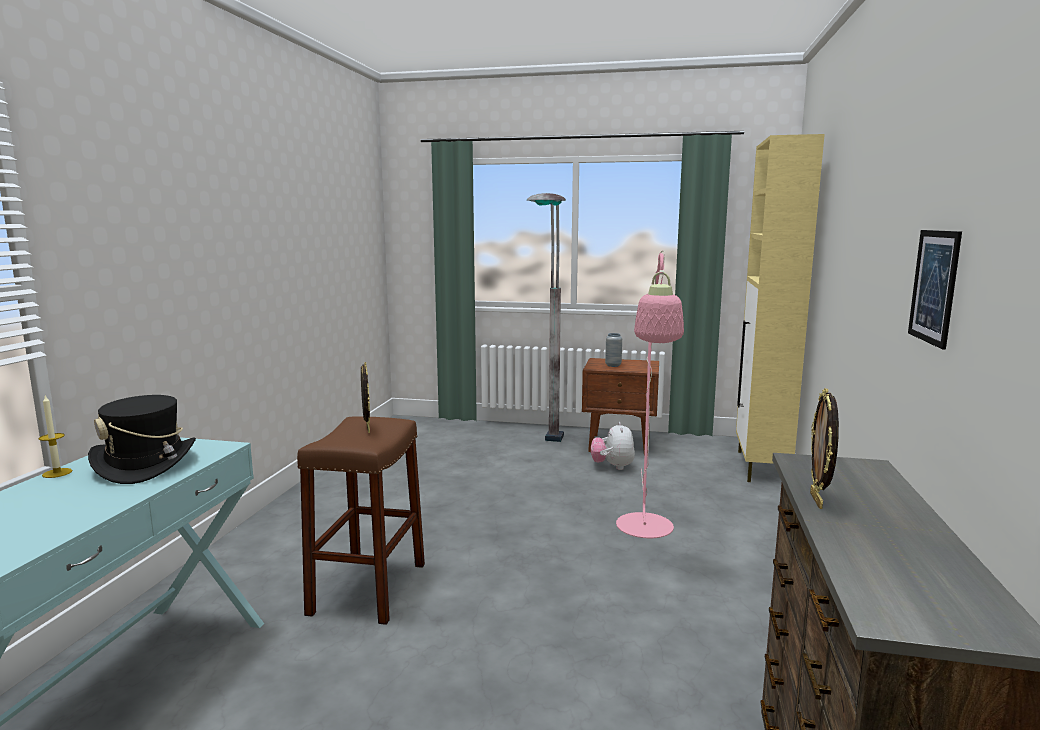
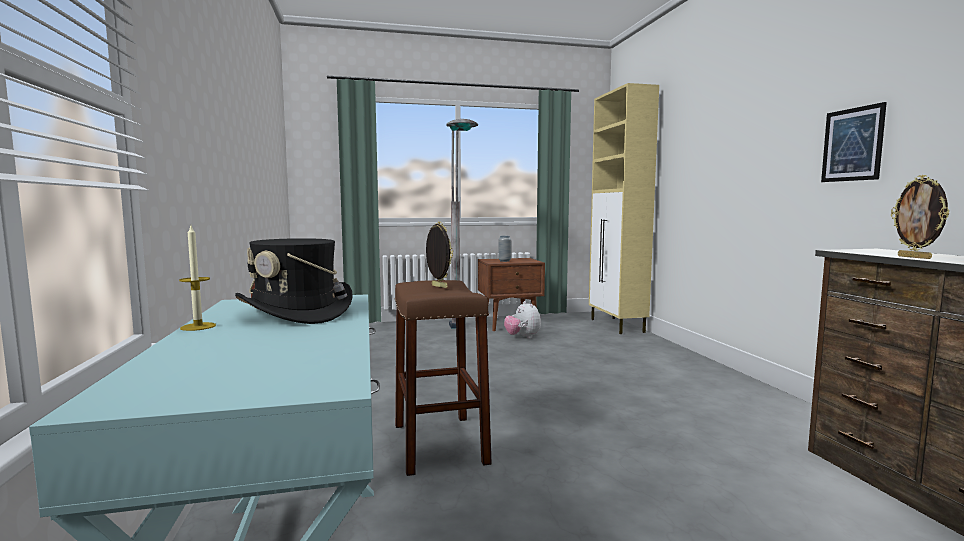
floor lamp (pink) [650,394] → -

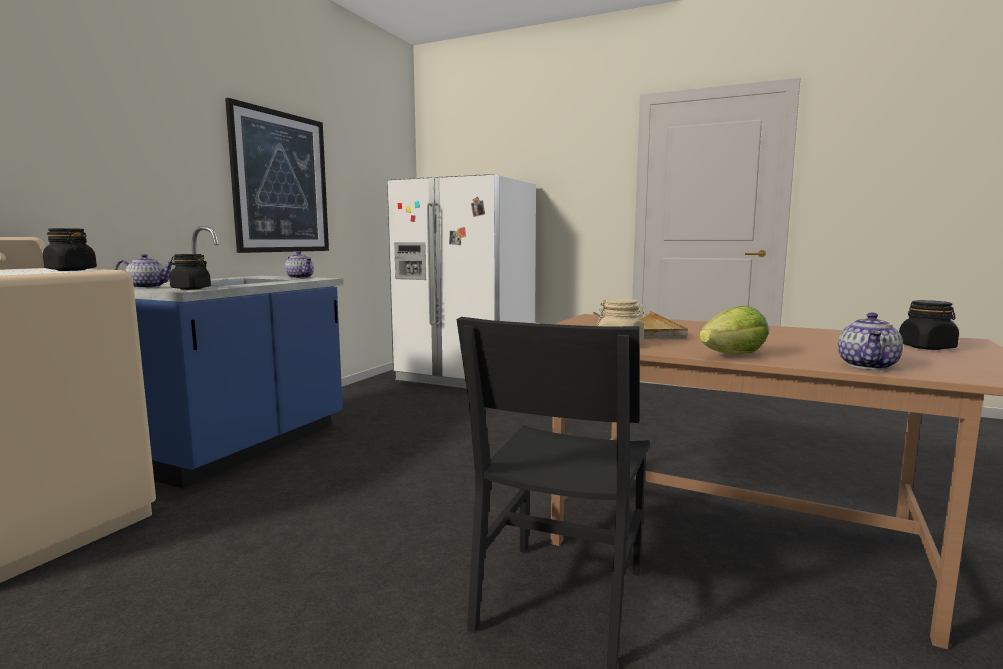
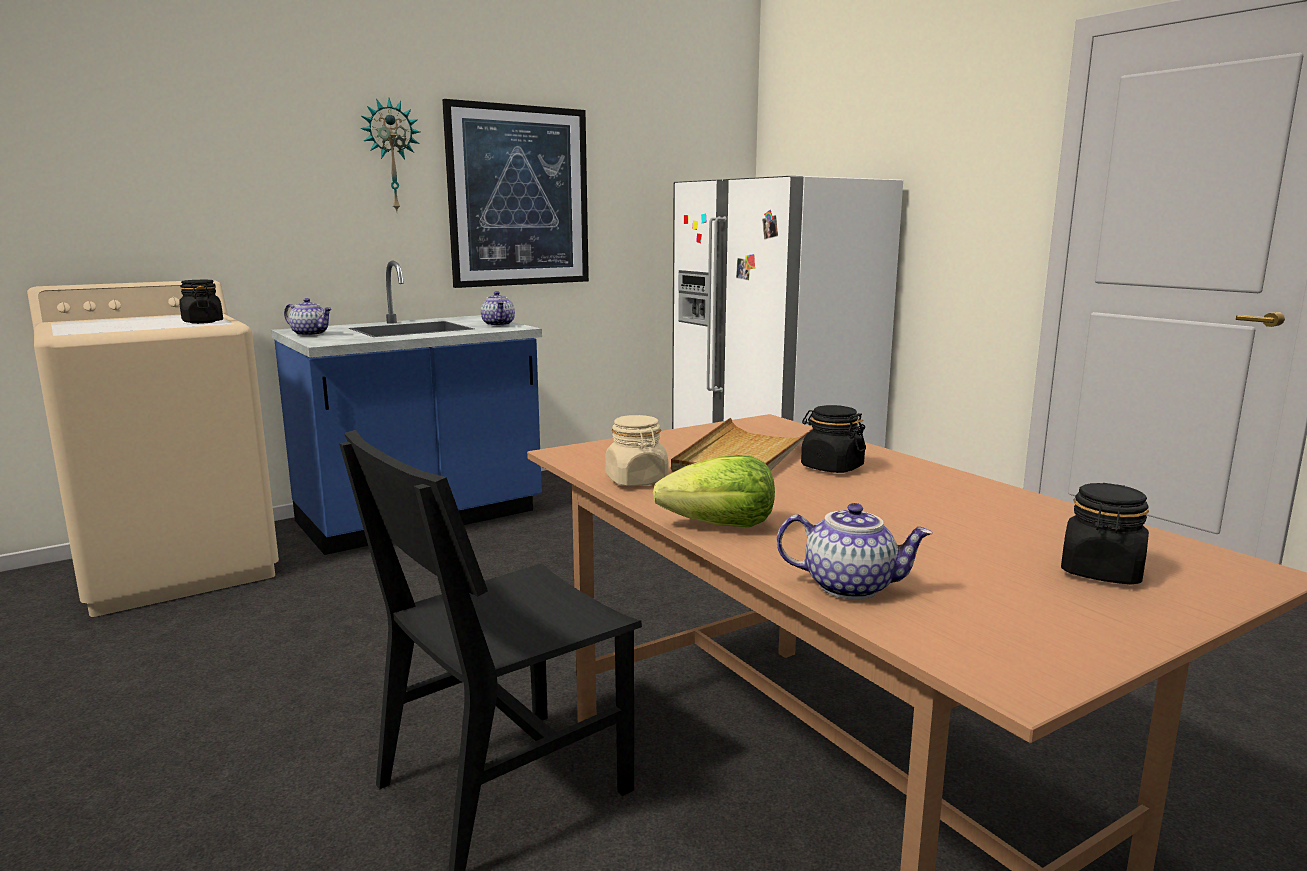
- → wall clock [390,154]
teapot [870,341] → teapot [855,551], 135 degrees counterclockwise
jar (black) [190,272] → jar (black) [833,439], move

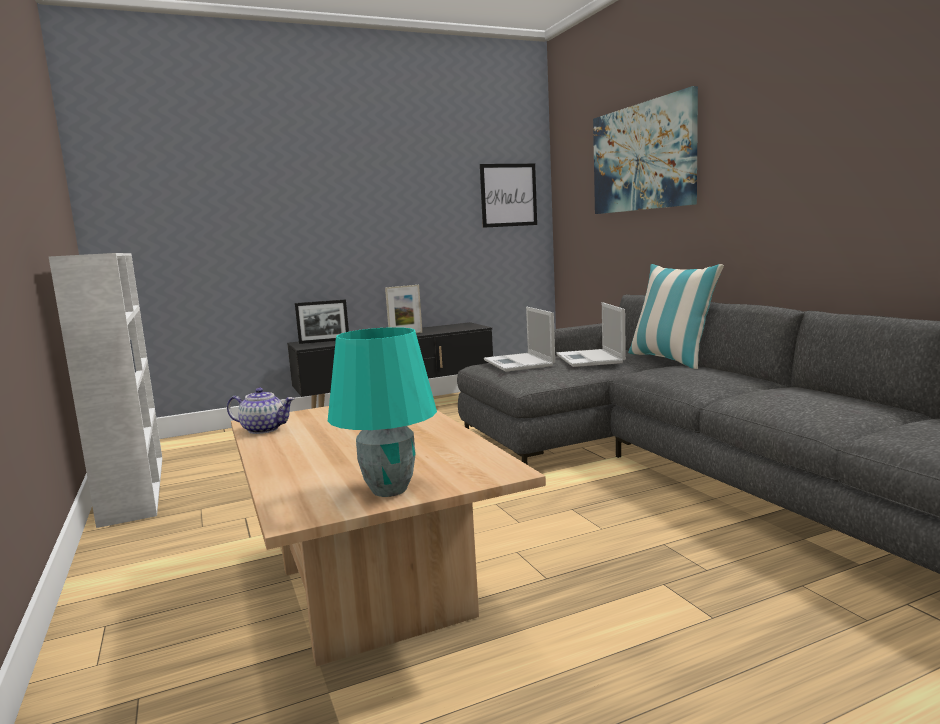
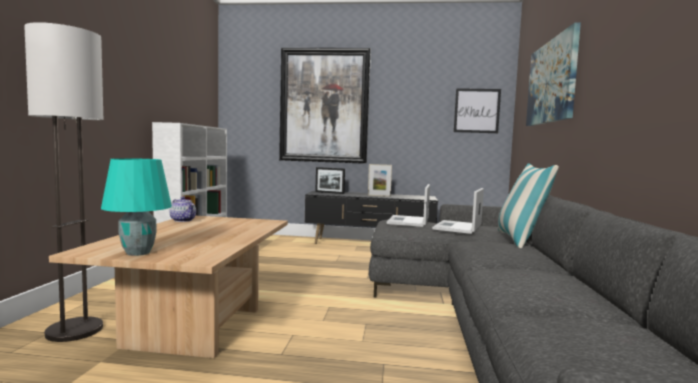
- → floor lamp [63,182]
- → picture [325,106]

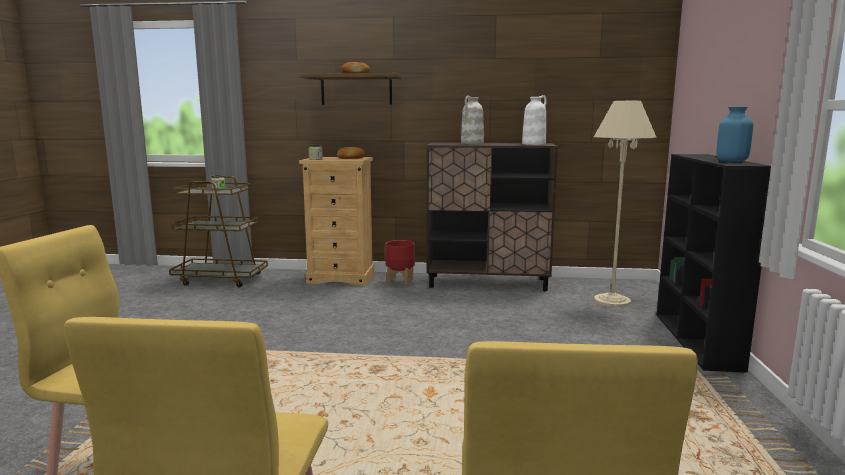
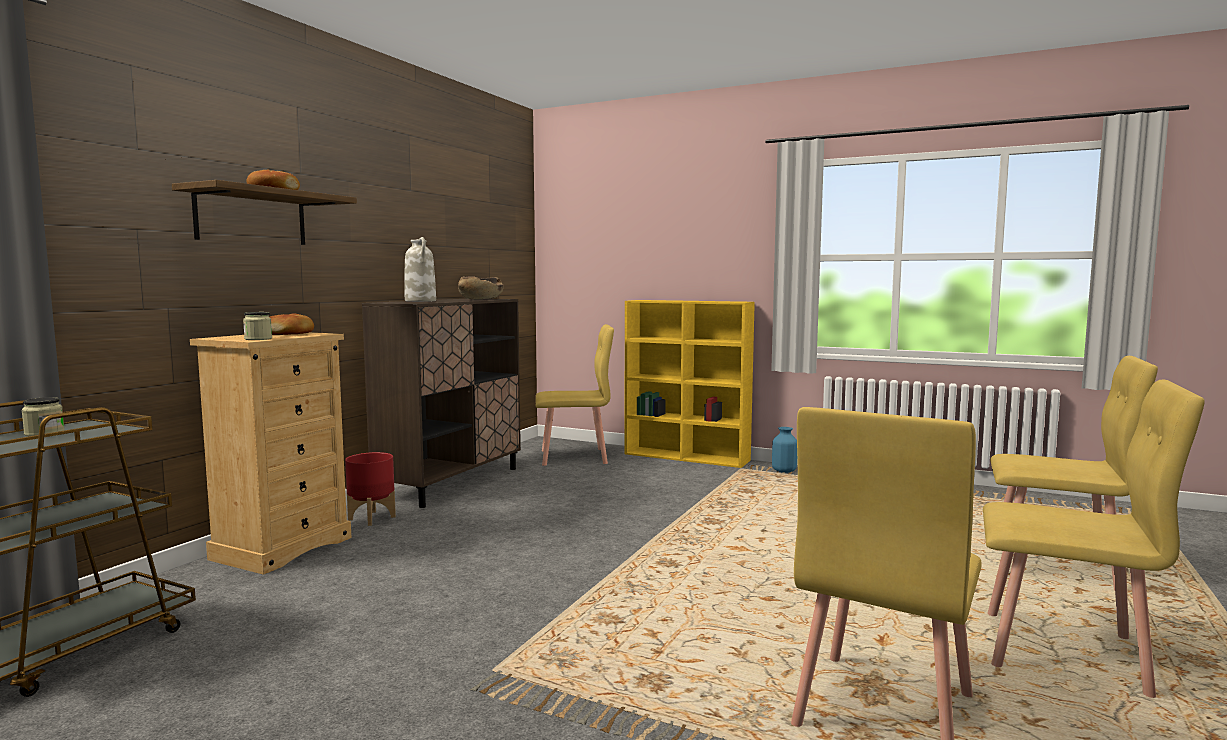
vase (white) [534,120] → bowl (brown) [481,287]
floor lamp (beige) [625,204] → chair (yellow) [575,395]
bookcase (black) [714,263] → bookcase (yellow) [689,384]
vase (blue) [734,134] → vase (blue) [784,450], move

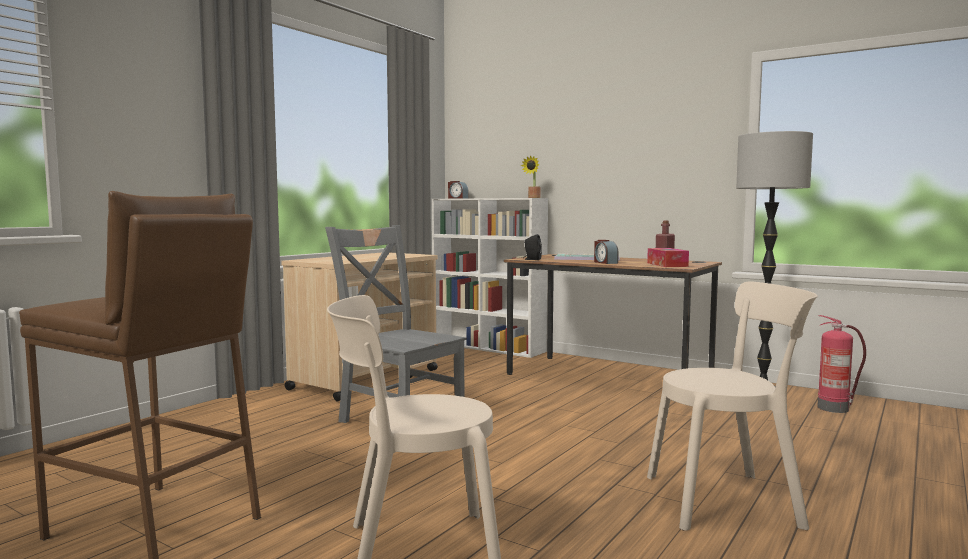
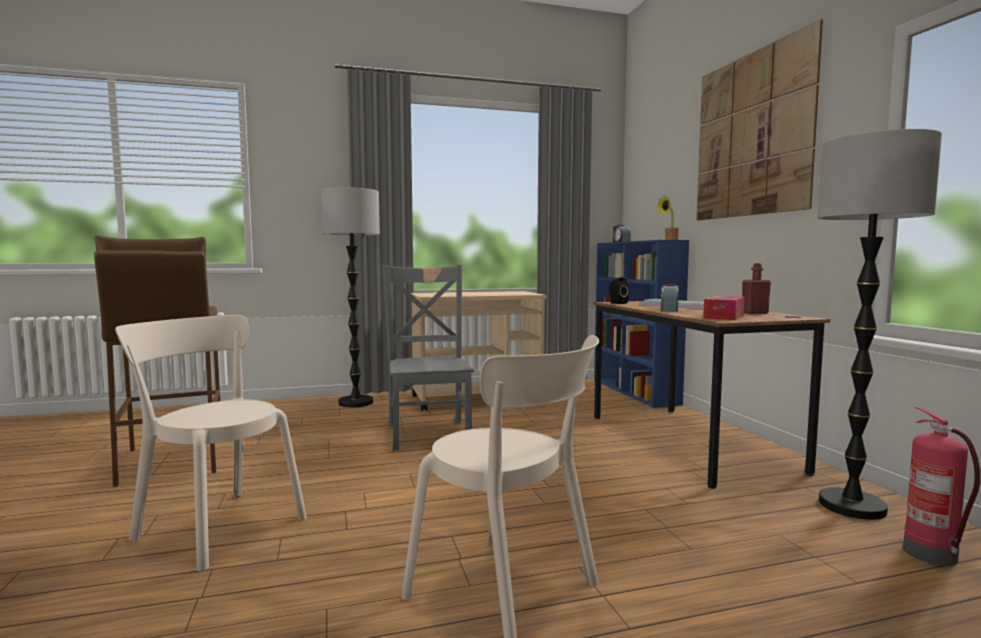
- → floor lamp [350,297]
bookcase (white) [490,278] → bookcase (blue) [641,324]
- → picture [759,119]

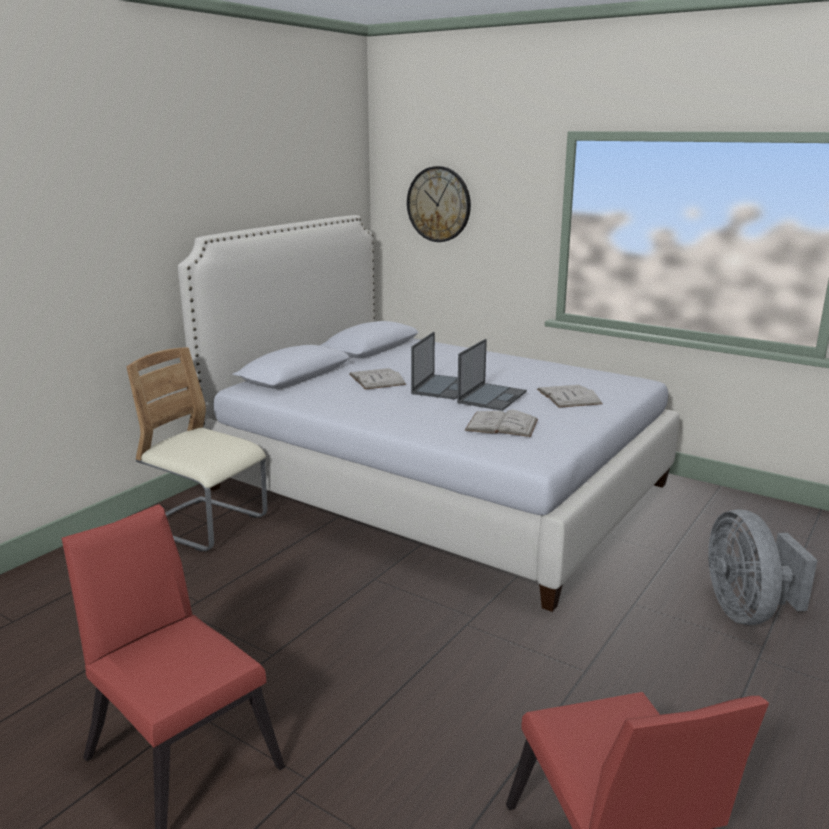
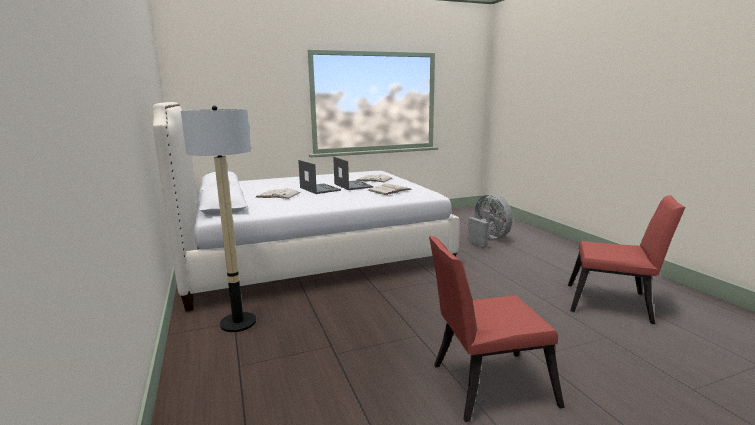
chair (beige) [196,449] → floor lamp [218,219]
fan (grey) [763,567] → fan (grey) [490,221], 150 degrees counterclockwise
wall clock [439,204] → -

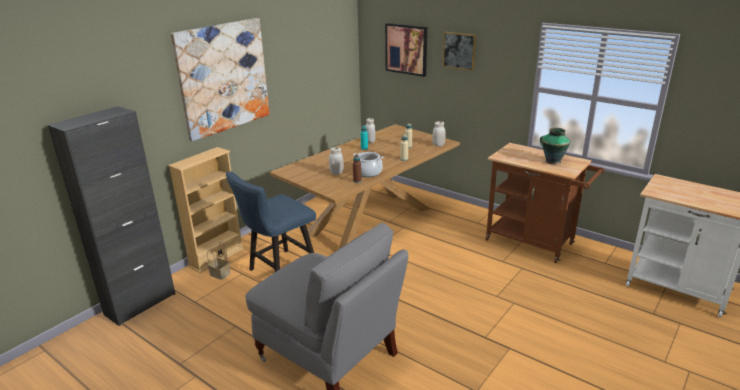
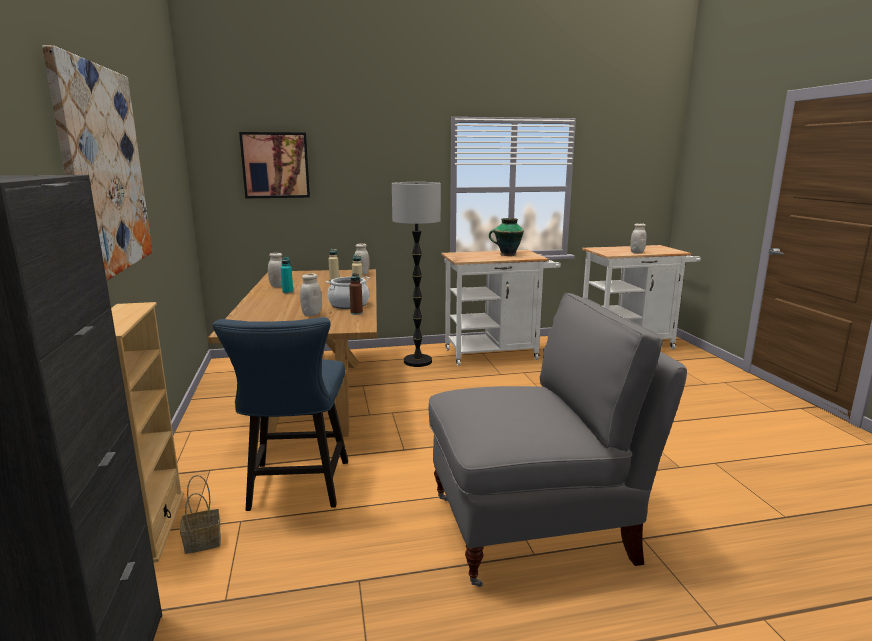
- → floor lamp [416,274]
cart (brown) [545,203] → cart (white) [501,308]
- → jar (white) [638,238]
picture [459,51] → -

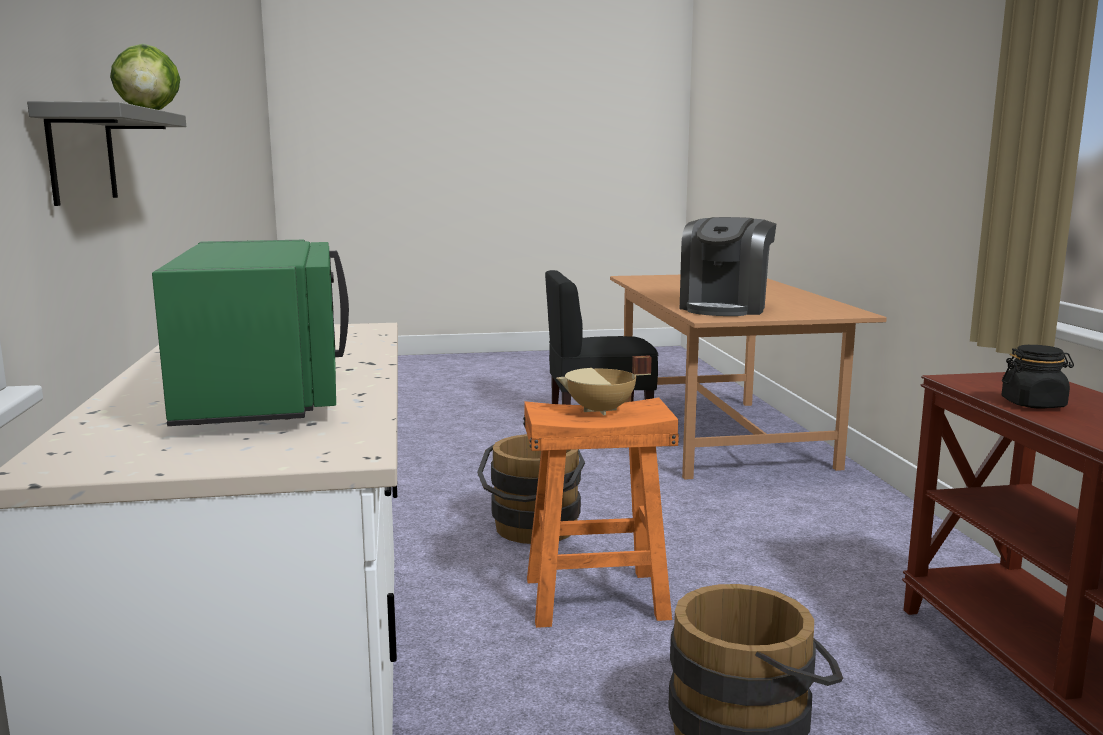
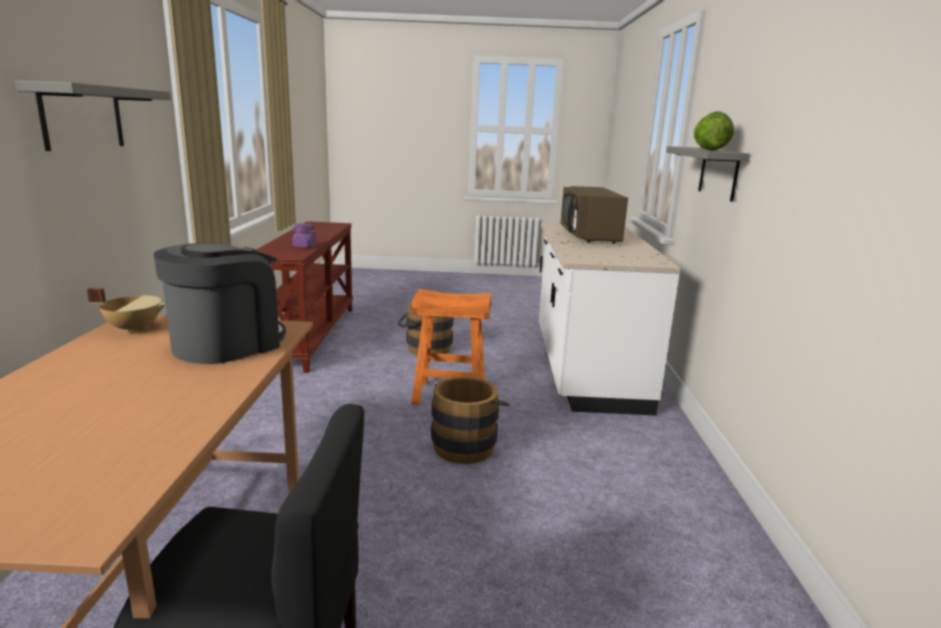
- → shelf (grey) [93,115]
cooking pot (beige) [604,385] → cooking pot (beige) [126,310], move
jar (black) [1037,377] → jar (purple) [304,235]
microwave (green) [250,333] → microwave (brown) [594,215]

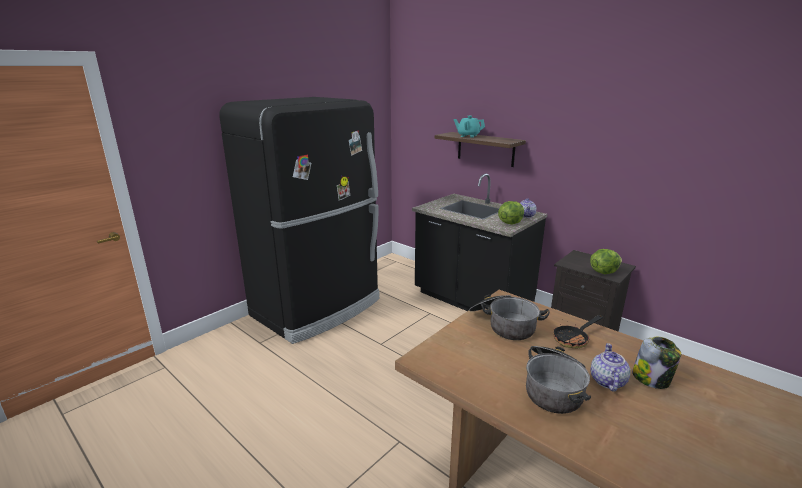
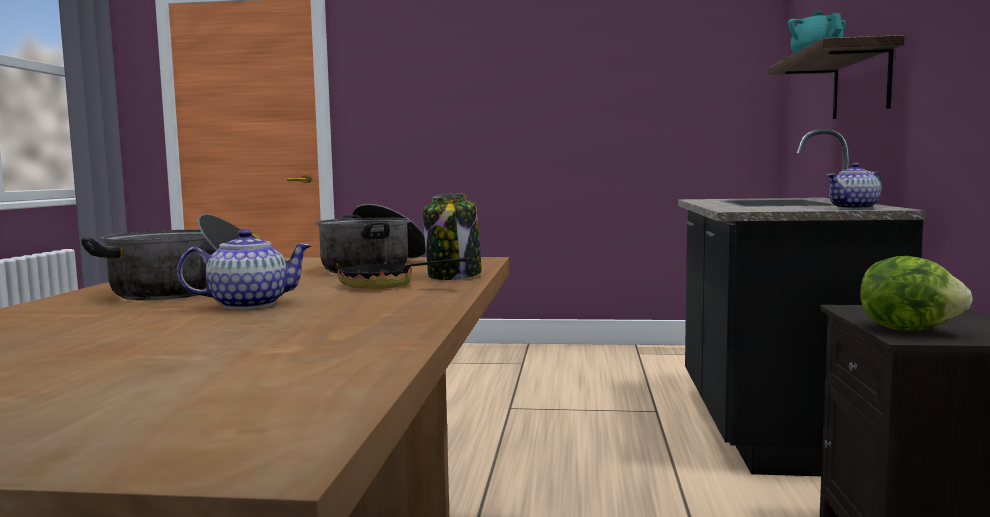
jar [656,363] → jar [452,237], move
fridge (black) [299,220] → -
lettuce [511,213] → -

